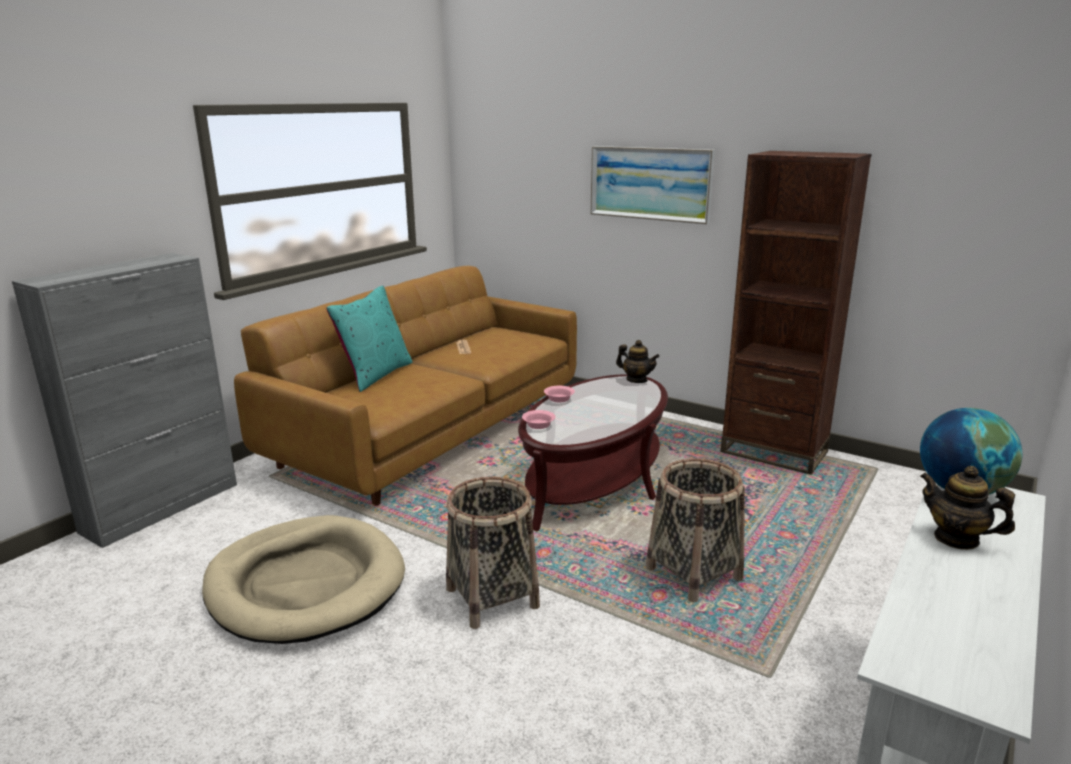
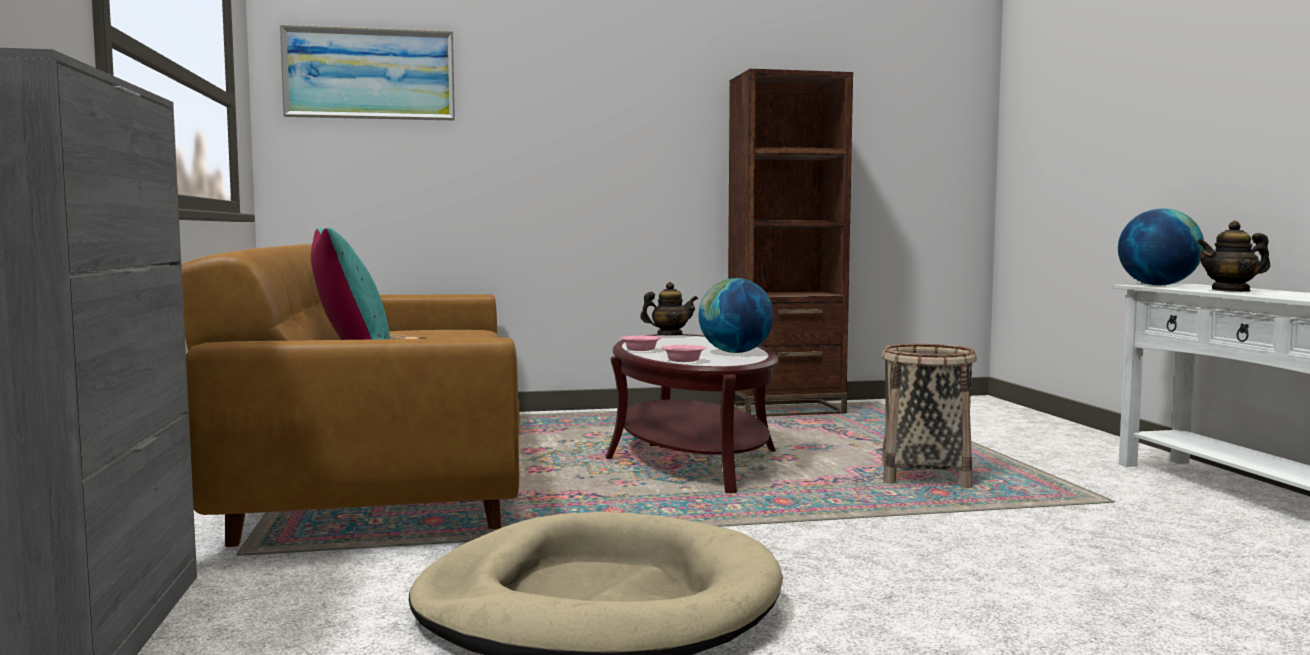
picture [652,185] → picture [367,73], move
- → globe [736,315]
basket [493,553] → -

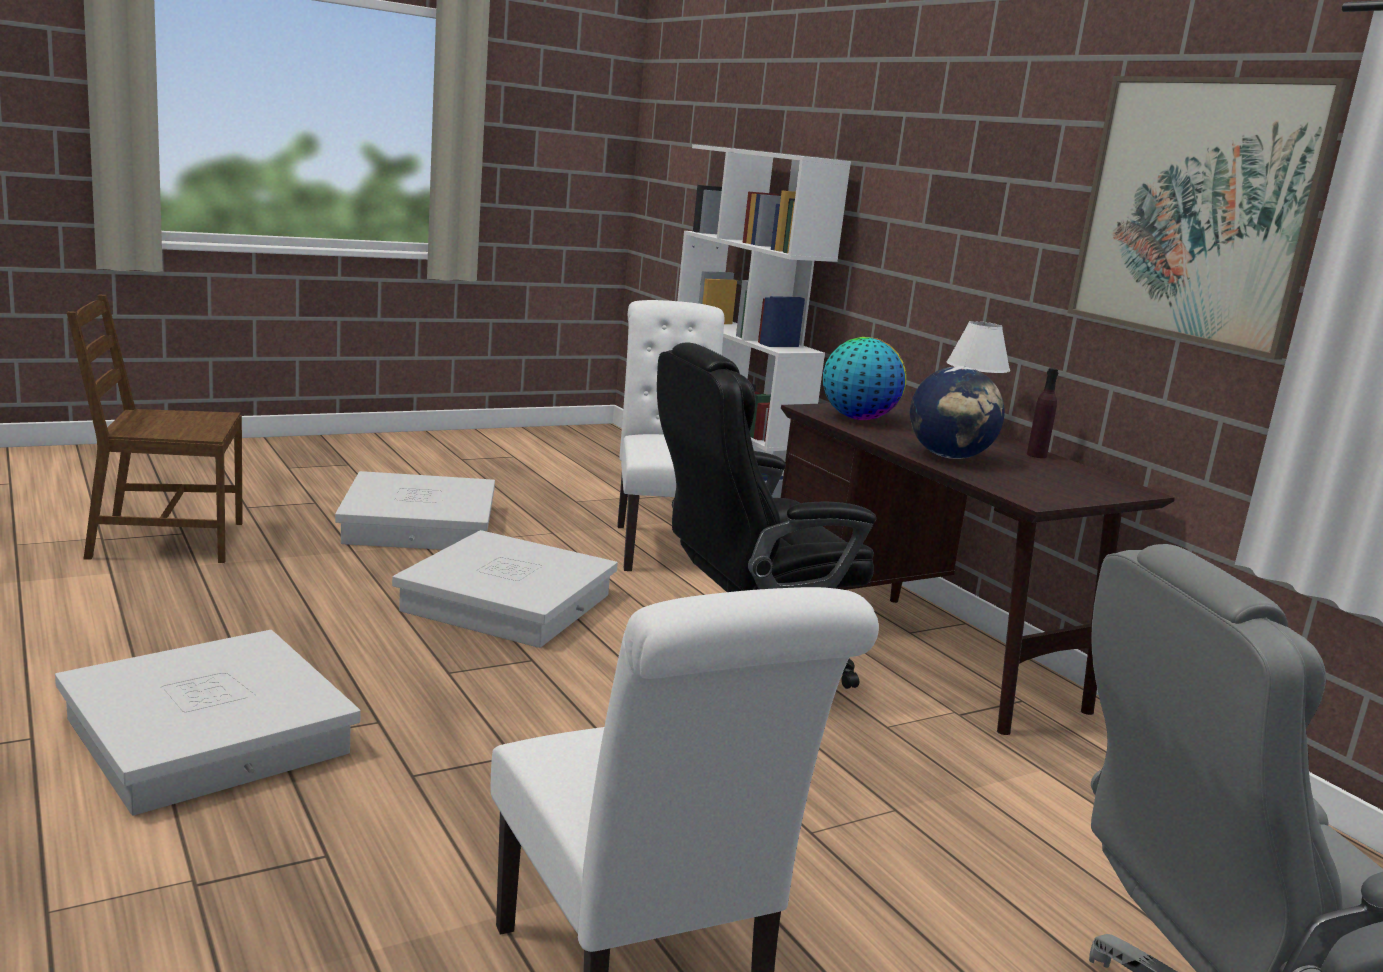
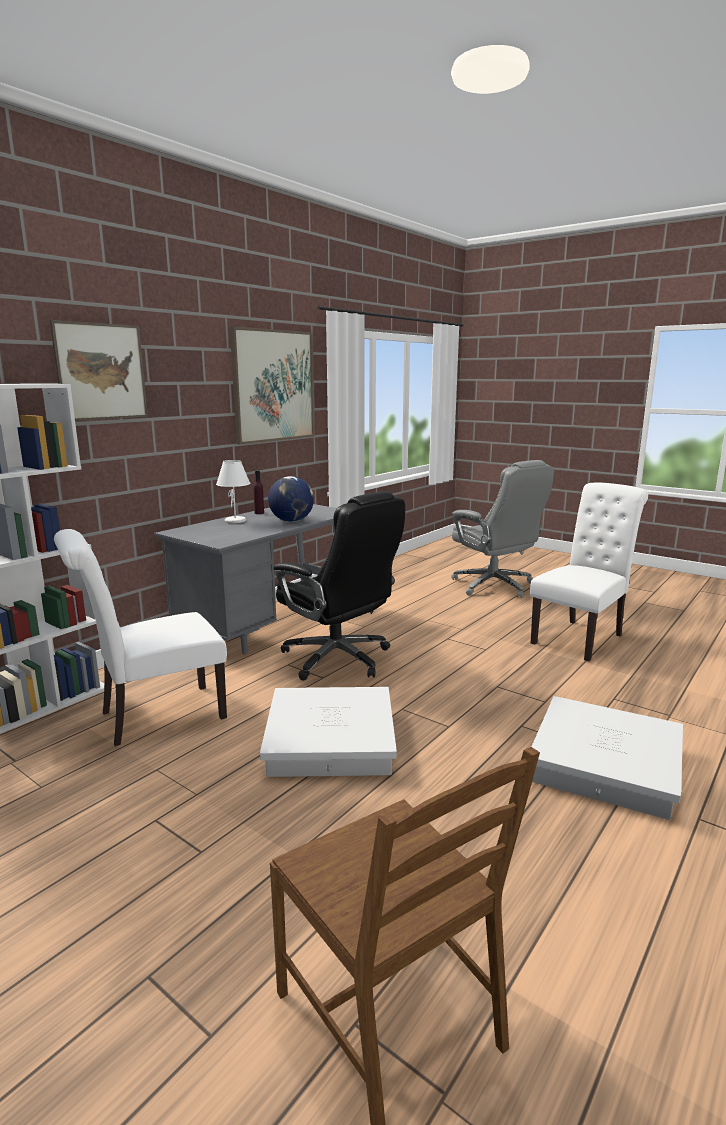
- → picture [99,370]
desk (brown) [978,568] → desk (grey) [246,579]
storage box (white) [415,510] → -
globe [864,378] → -

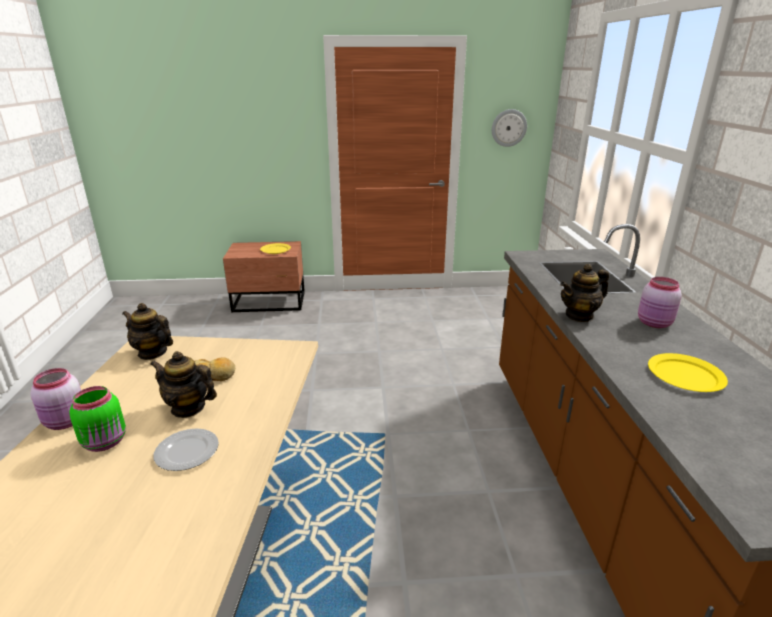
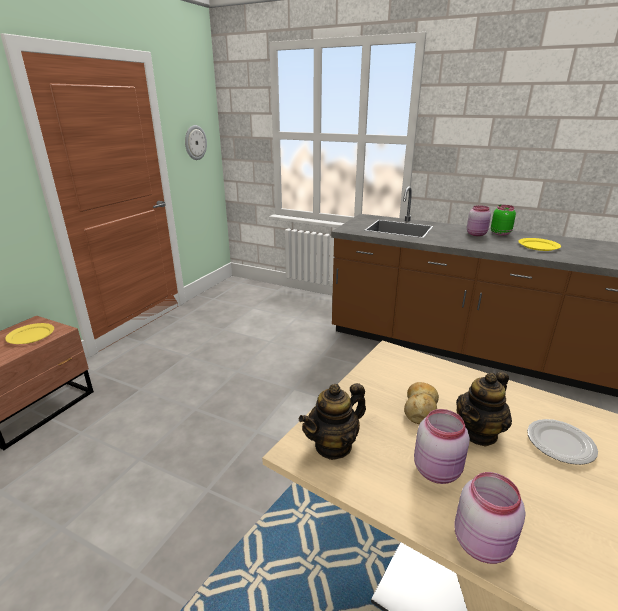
- → jar (pink) [442,446]
jar (green) [97,419] → jar (green) [503,220], move
teapot [584,293] → -

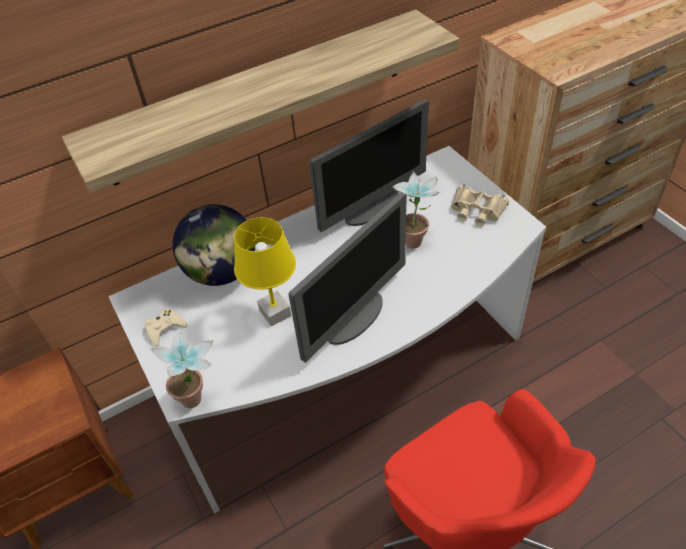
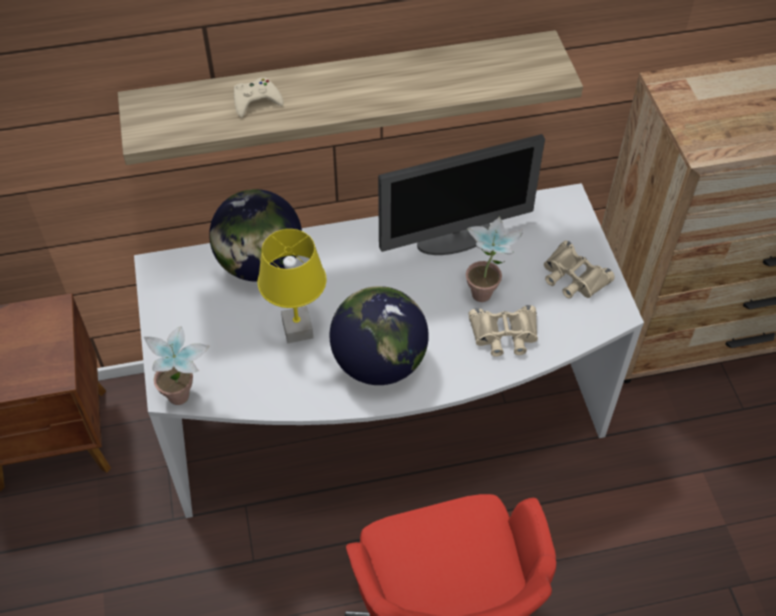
game controller (beige) [165,328] → game controller (beige) [259,97], move
monitor [347,277] → globe [379,335]
- → binoculars (beige) [503,331]

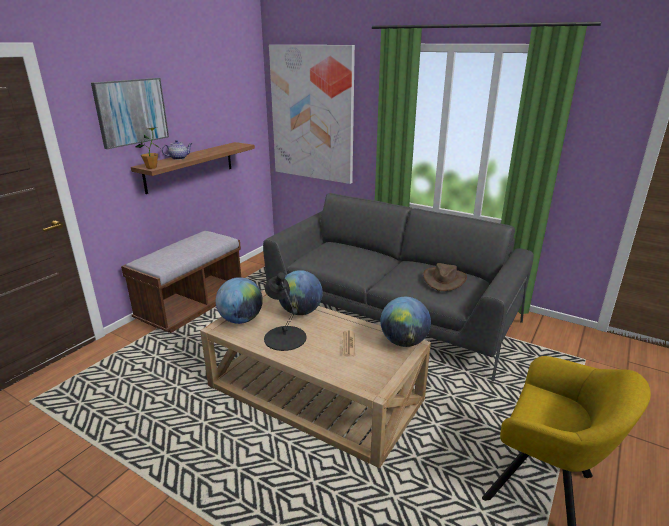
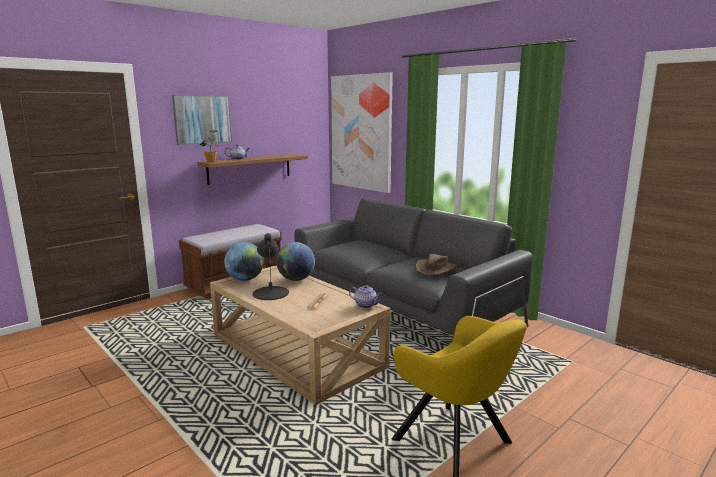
globe [405,322] → teapot [366,296]

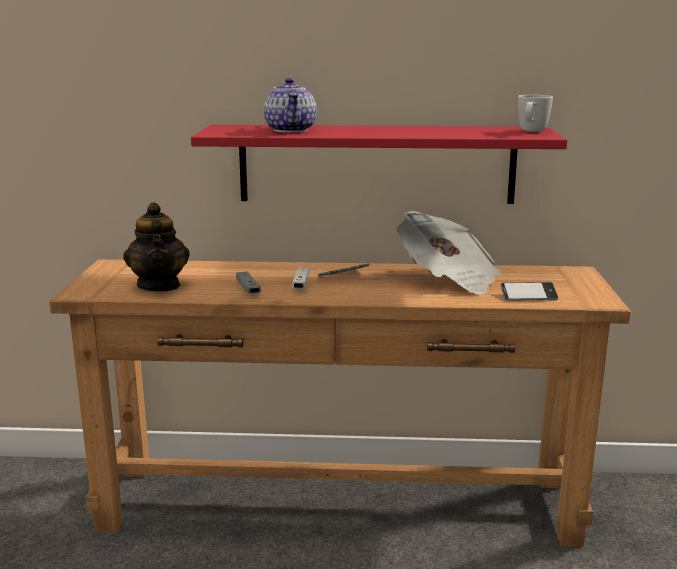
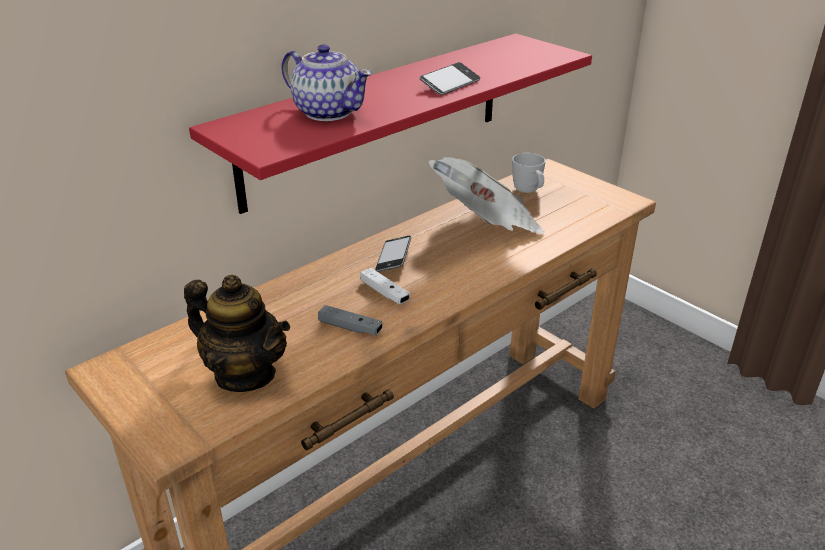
phone [529,291] → phone [450,78], move
mug (white) [535,113] → mug (white) [529,173], move

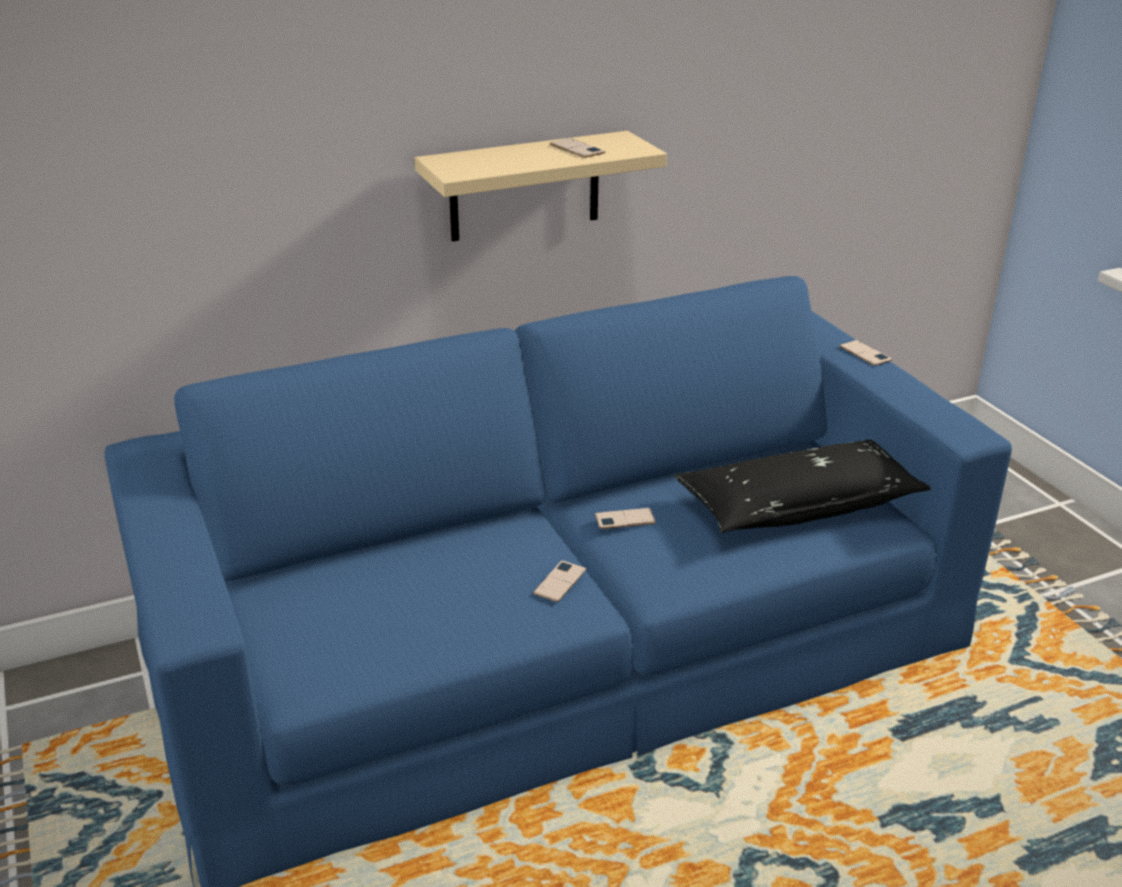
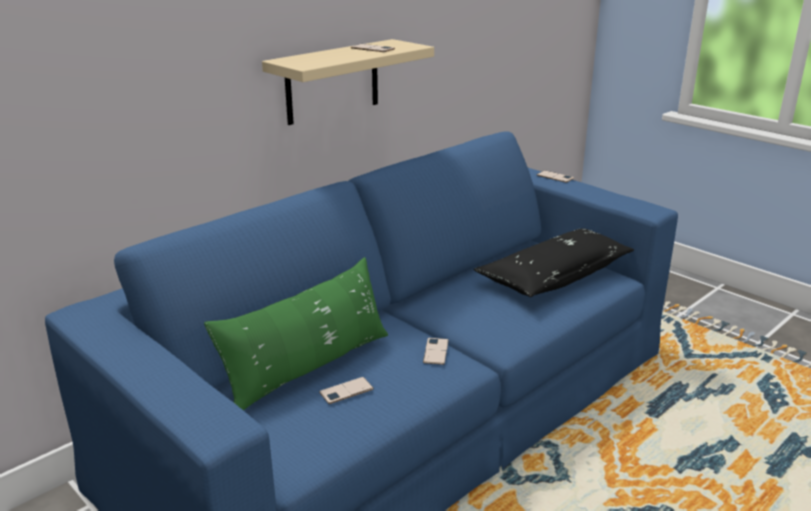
- → pillow (green) [296,333]
phone [625,518] → phone [346,390], move

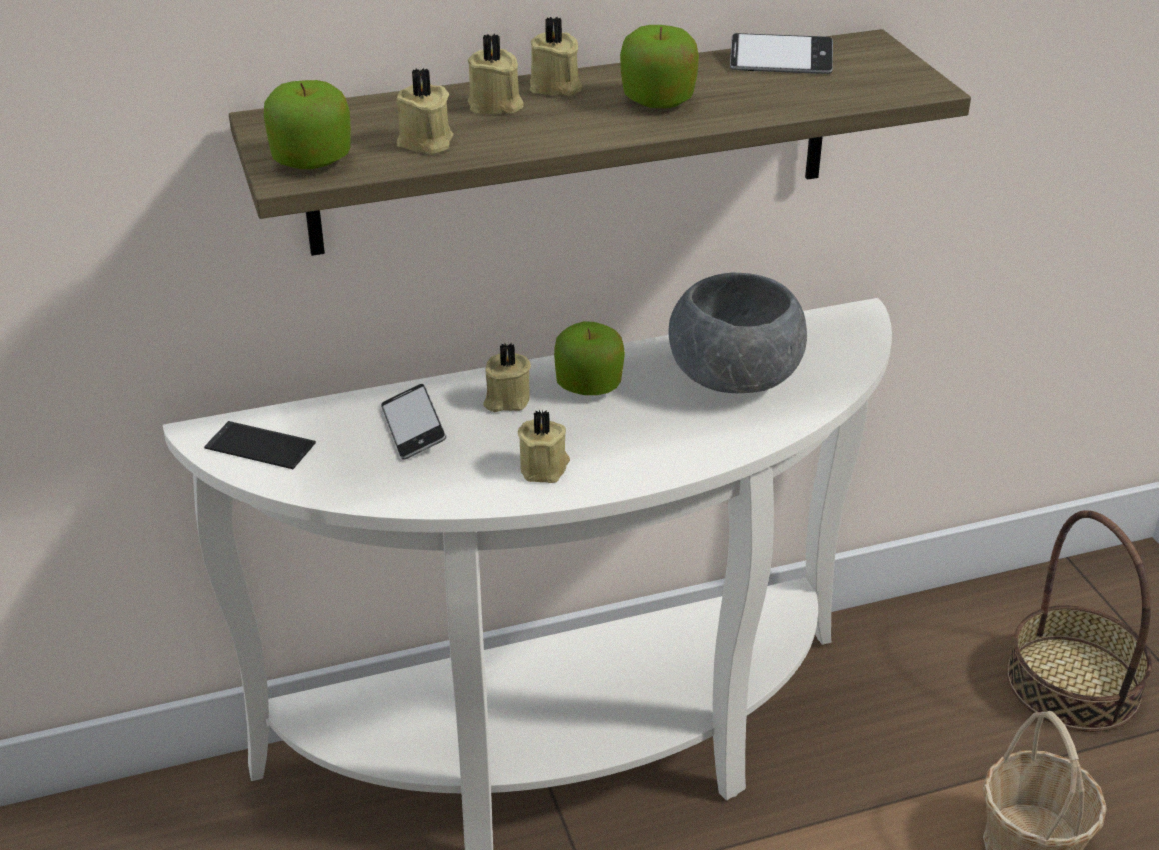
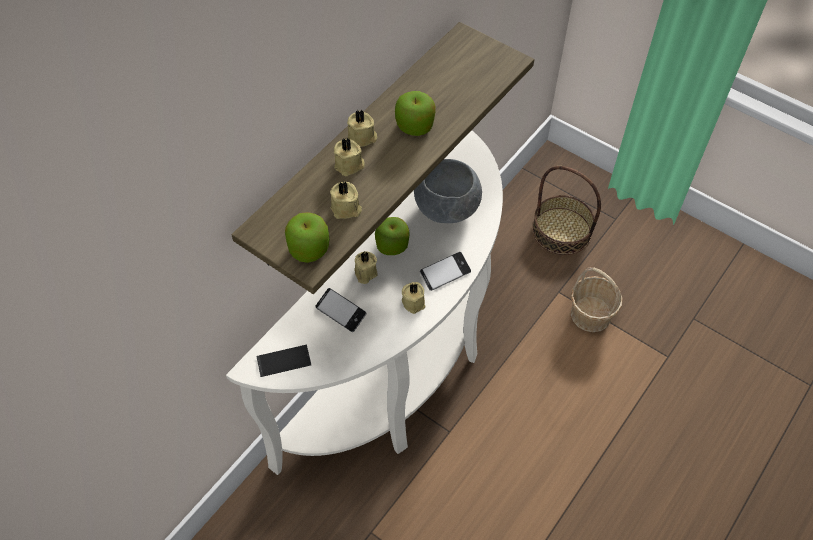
phone [781,53] → phone [445,271], move

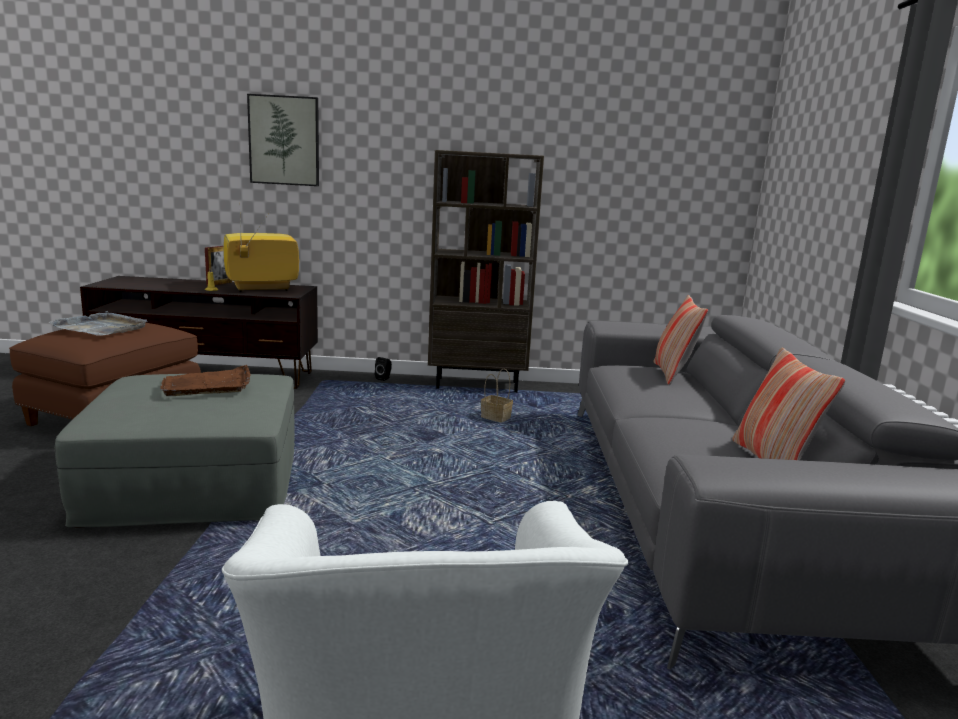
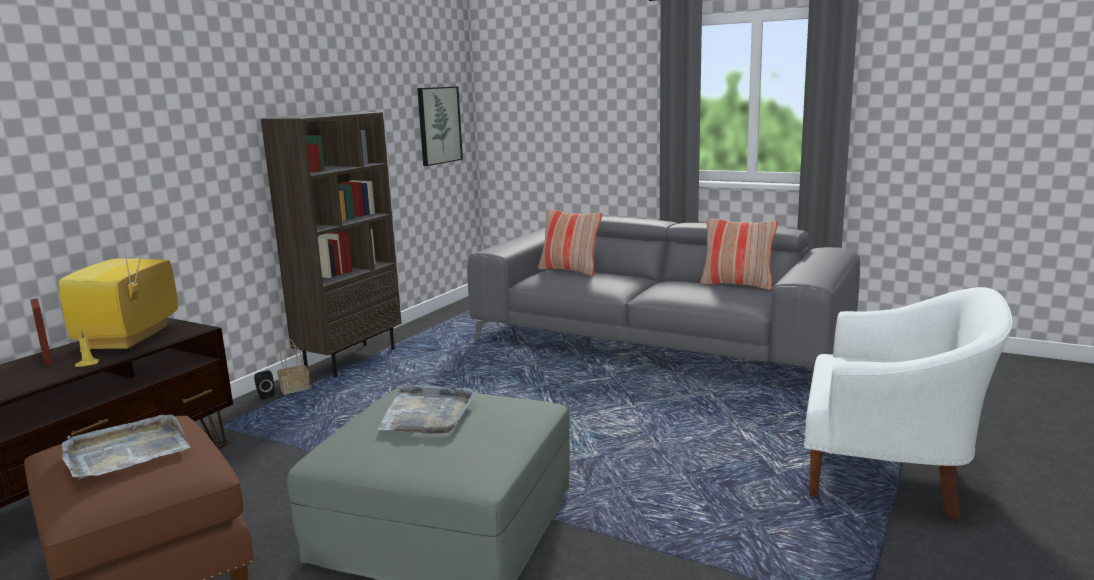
basket [497,395] → basket [293,366], move
tray (brown) [205,380] → tray (grey) [427,409]
picture [283,140] → picture [440,126], move

